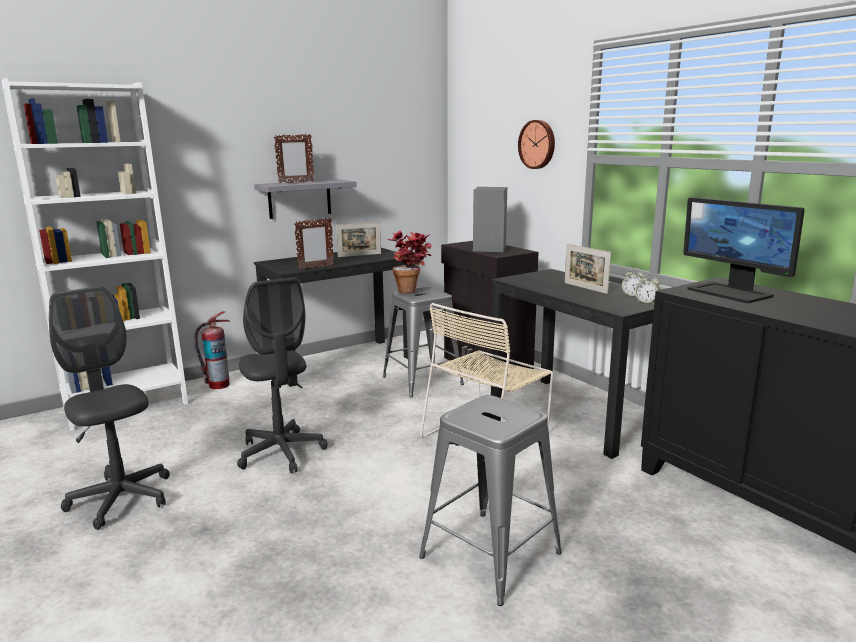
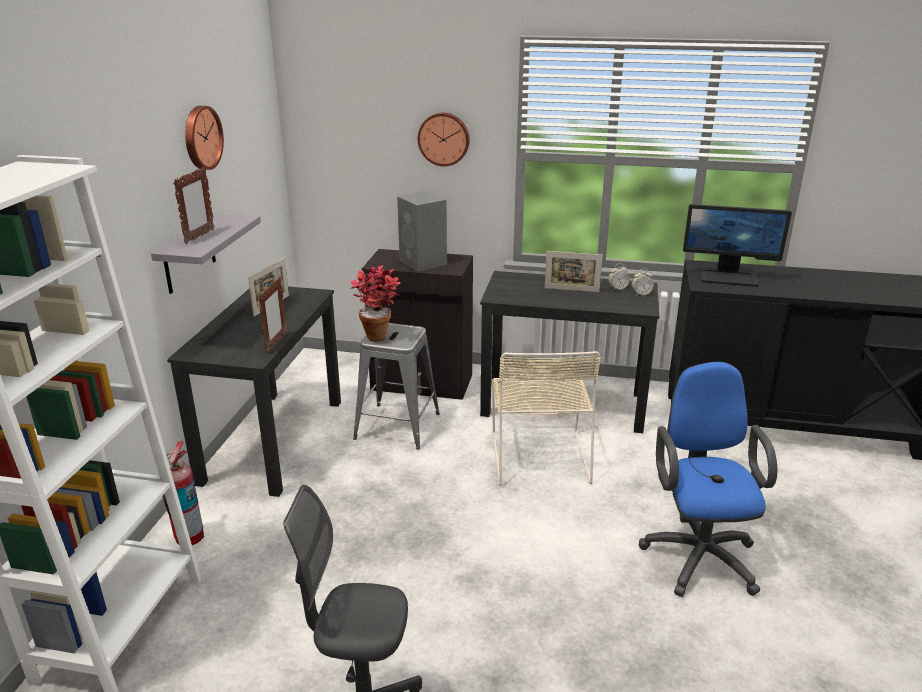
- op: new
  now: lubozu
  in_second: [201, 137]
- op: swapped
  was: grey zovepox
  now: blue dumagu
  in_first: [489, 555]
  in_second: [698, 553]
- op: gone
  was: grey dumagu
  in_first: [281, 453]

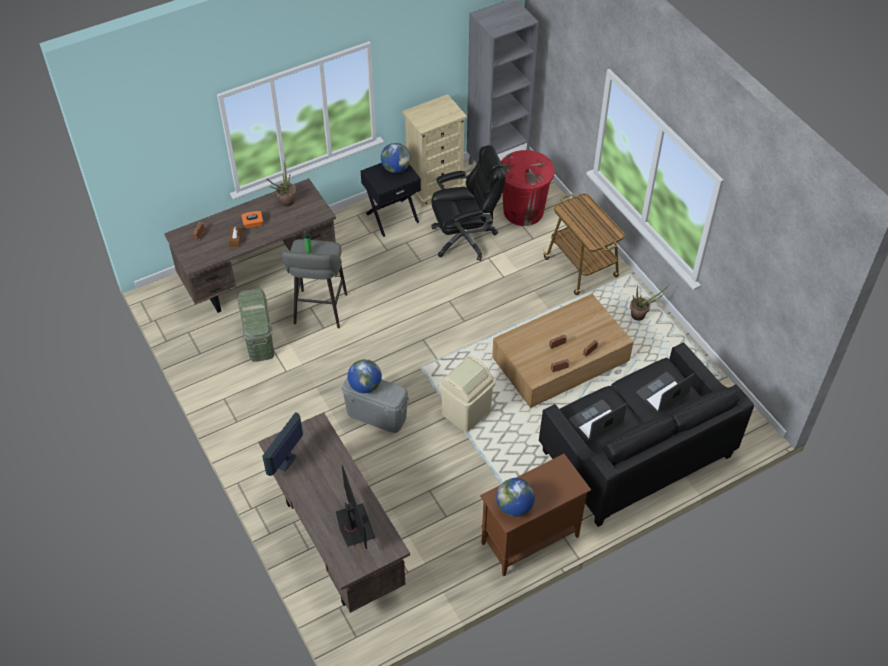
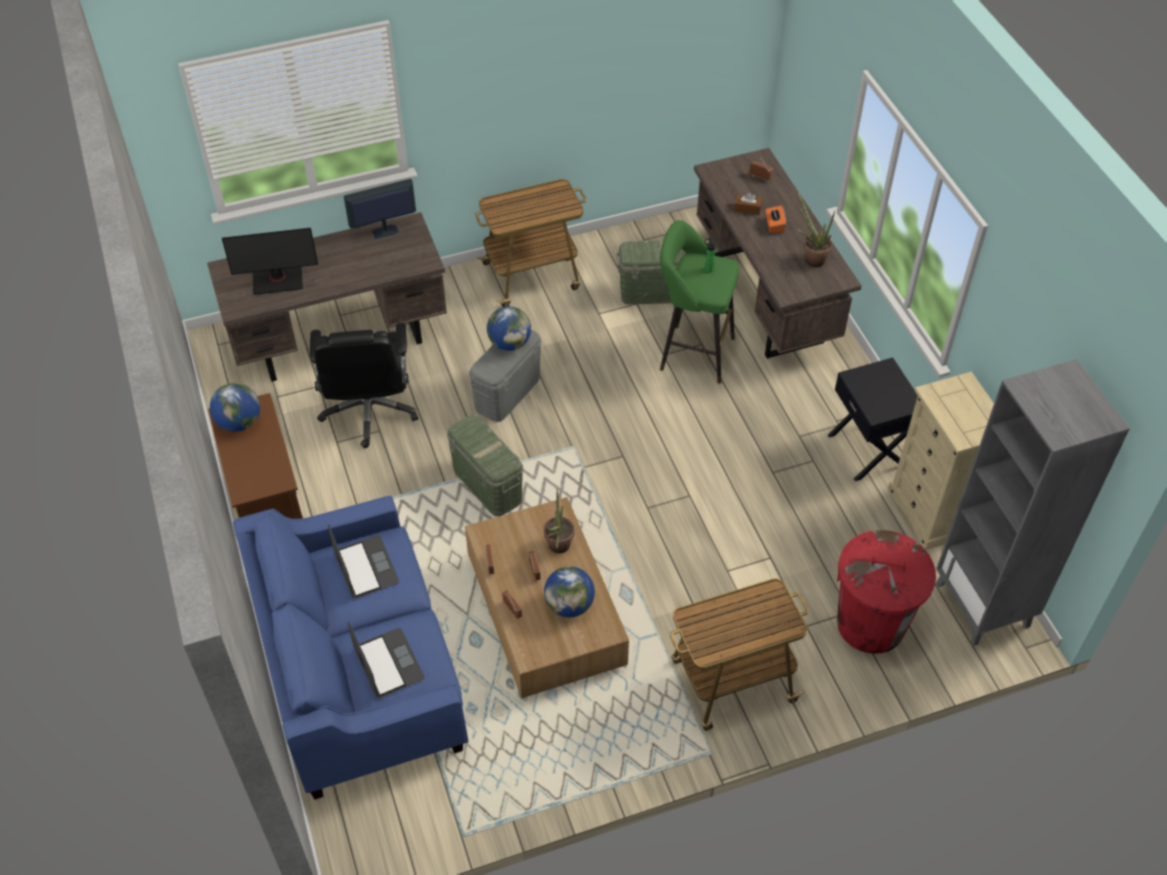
- op: repainted
  was: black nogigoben
  now: blue nogigoben
  in_first: [635, 454]
  in_second: [360, 671]
- op: shifted
  was: black dumagu
  in_first: [465, 238]
  in_second: [369, 411]
- op: rotated
  was: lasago
  in_first: [286, 461]
  in_second: [384, 232]
  clockwise: -60
- op: swapped
  was: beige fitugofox
  now: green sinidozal
  in_first: [466, 411]
  in_second: [488, 485]
- op: new
  now: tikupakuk
  in_second: [533, 275]
- op: shifted
  was: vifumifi
  in_first: [641, 316]
  in_second: [557, 548]
- op: shifted
  was: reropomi
  in_first: [396, 168]
  in_second: [569, 605]
- op: repainted
  was: grey zovepox
  now: green zovepox
  in_first: [319, 312]
  in_second: [692, 353]

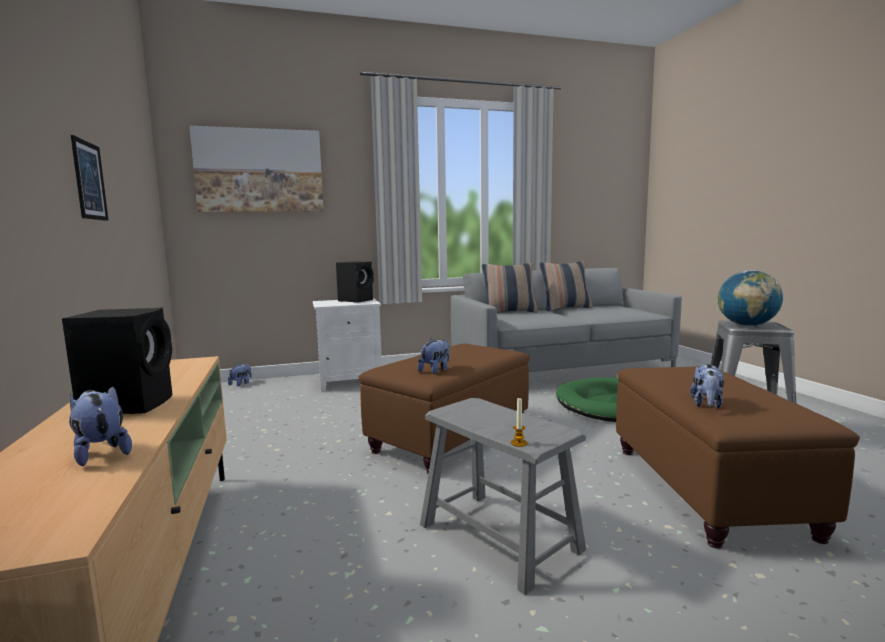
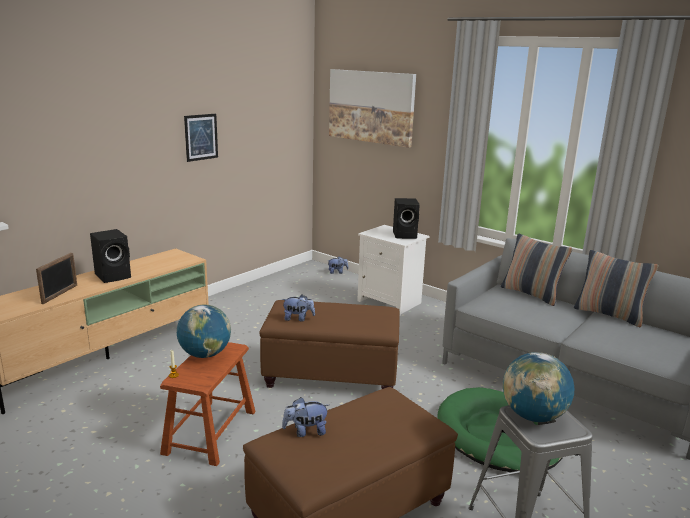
- op: swapped
  was: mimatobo
  now: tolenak
  in_first: [100, 453]
  in_second: [60, 294]
- op: repainted
  was: grey zovepox
  now: brown zovepox
  in_first: [499, 537]
  in_second: [210, 432]
- op: new
  now: reropomi
  in_second: [205, 355]

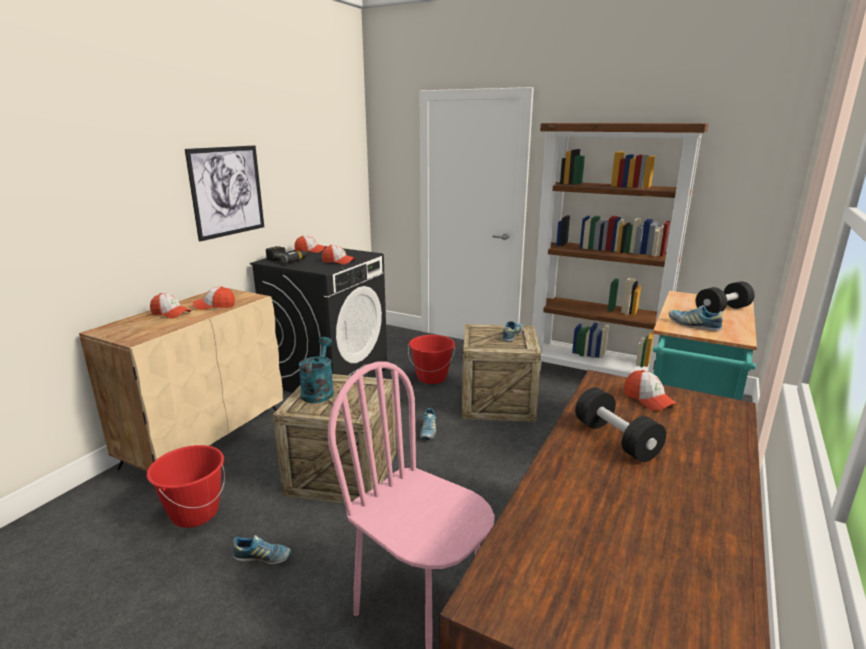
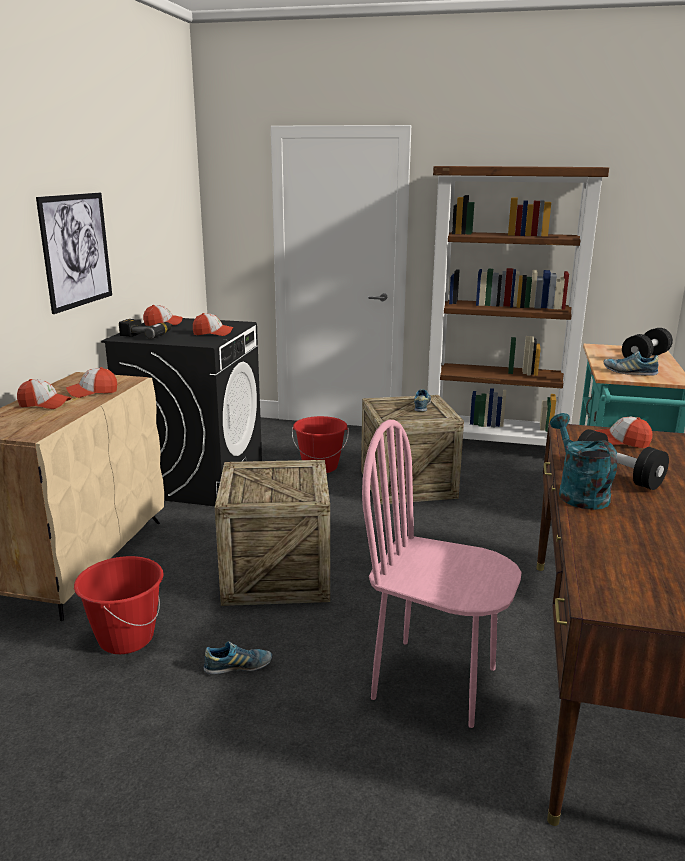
- op: shifted
  was: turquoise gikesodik
  in_first: [318, 391]
  in_second: [578, 493]
- op: rotated
  was: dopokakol
  in_first: [648, 399]
  in_second: [621, 442]
  clockwise: 150
- op: gone
  was: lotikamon
  in_first: [428, 431]

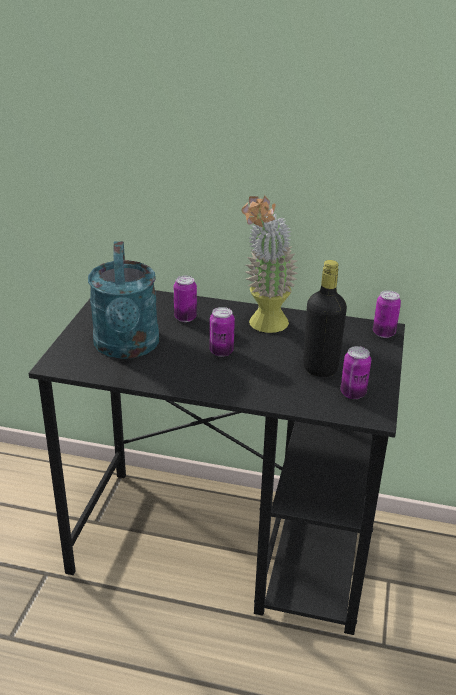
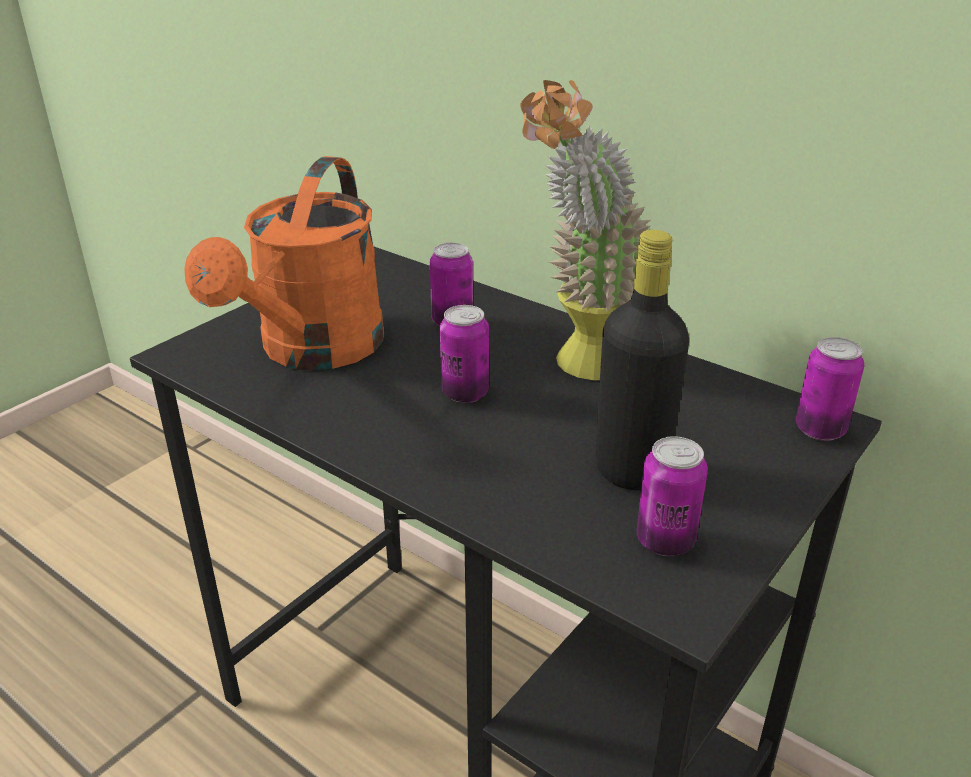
- op: repainted
  was: turquoise gikesodik
  now: orange gikesodik
  in_first: [127, 348]
  in_second: [313, 351]

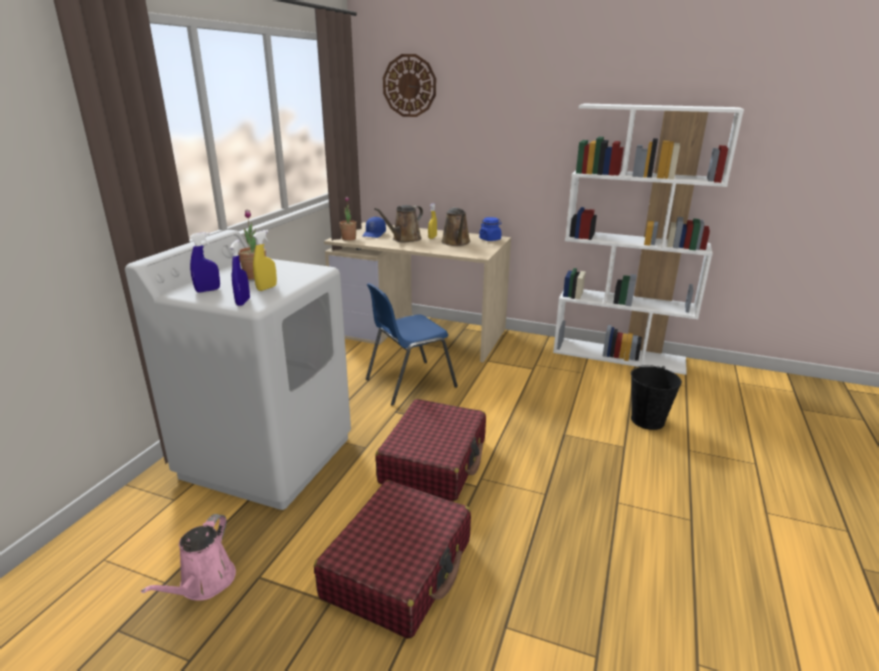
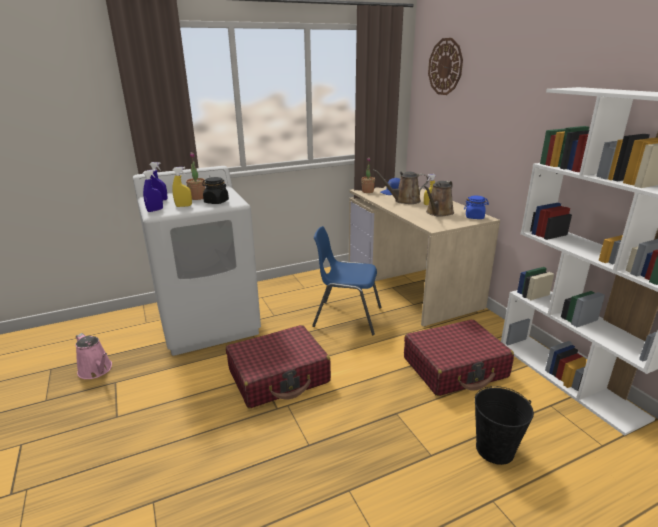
- op: rotated
  was: pink gikesodik
  in_first: [204, 584]
  in_second: [97, 370]
  clockwise: -105
- op: new
  now: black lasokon
  in_second: [216, 202]
- op: shifted
  was: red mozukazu
  in_first: [399, 569]
  in_second: [455, 368]

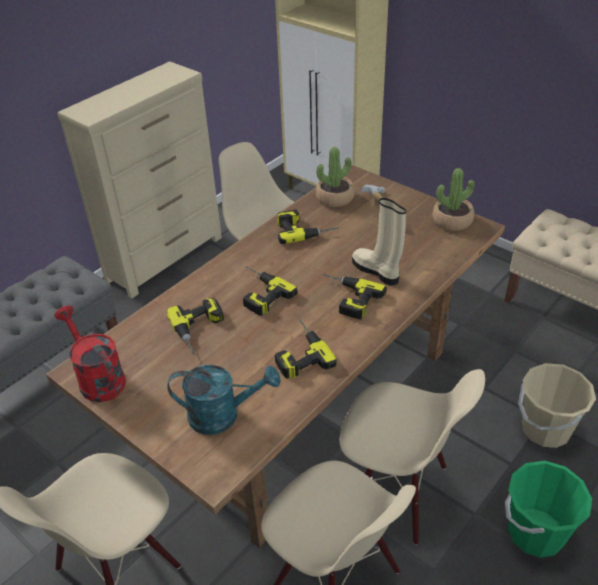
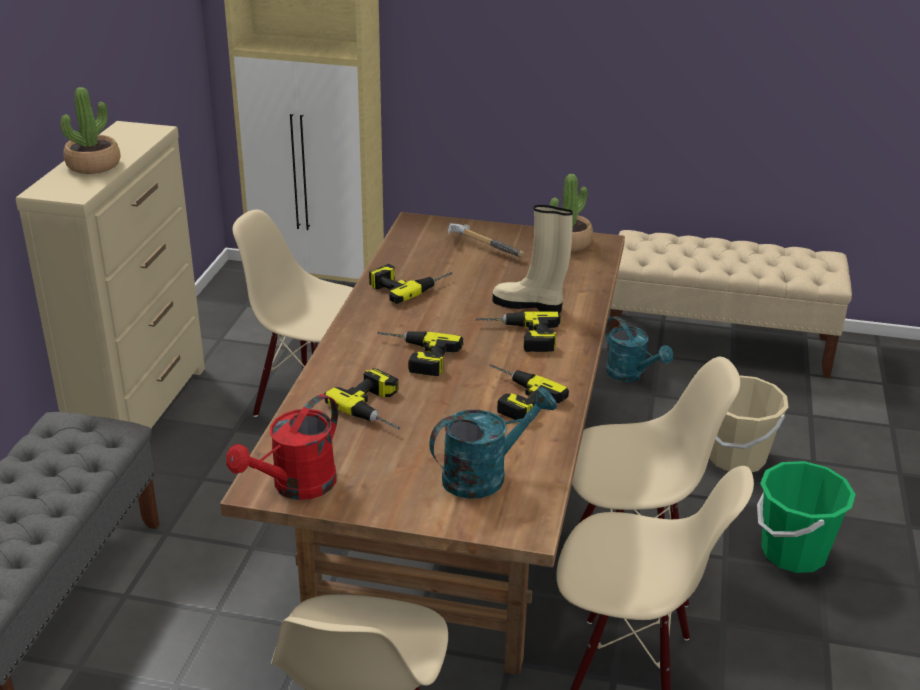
- op: shifted
  was: vifumifi
  in_first: [335, 198]
  in_second: [93, 165]
- op: rotated
  was: red gikesodik
  in_first: [97, 378]
  in_second: [296, 487]
  clockwise: -75
- op: new
  now: turquoise gikesodik
  in_second: [631, 375]

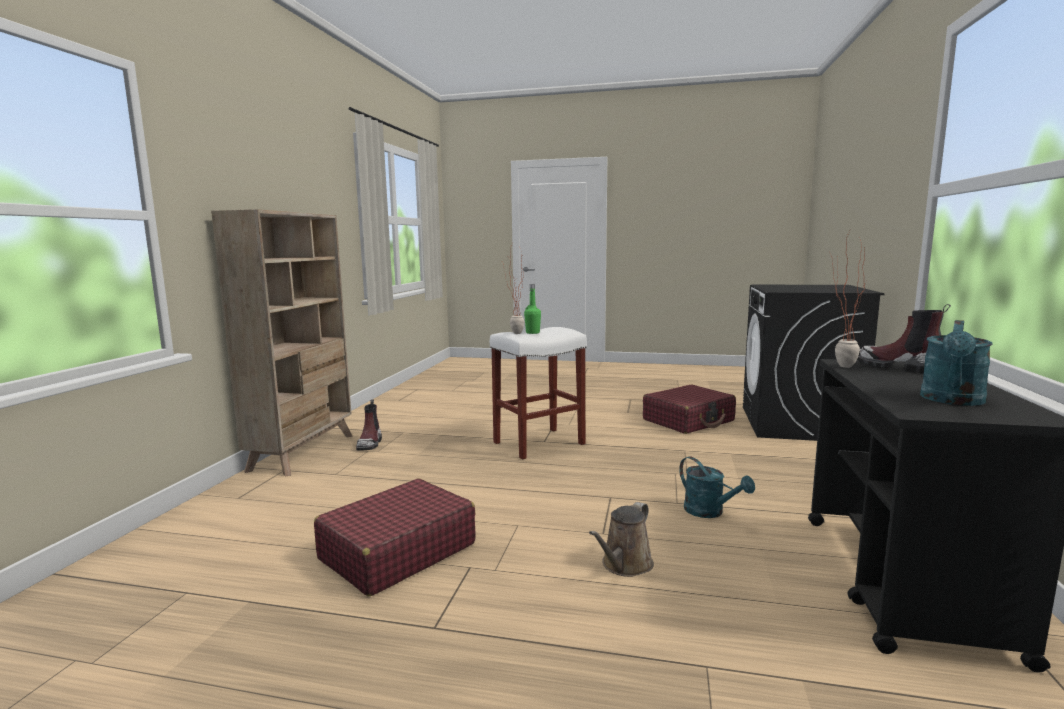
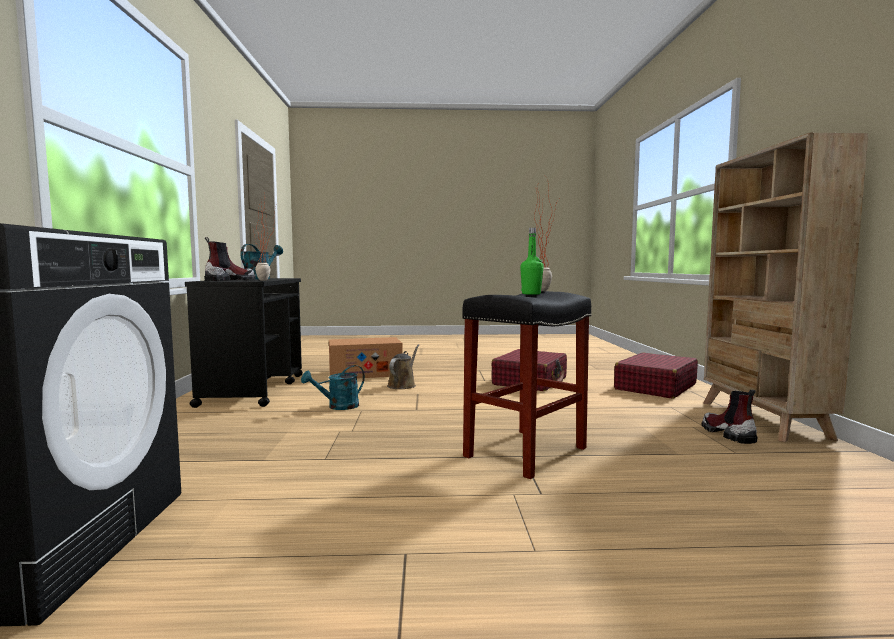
- op: rotated
  was: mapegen
  in_first: [899, 368]
  in_second: [229, 280]
  clockwise: -75
- op: rotated
  was: turquoise gikesodik
  in_first: [709, 512]
  in_second: [338, 407]
  clockwise: -75
- op: new
  now: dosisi
  in_second: [365, 373]
- op: repainted
  was: white zovepox
  now: black zovepox
  in_first: [539, 443]
  in_second: [525, 453]
- op: shifted
  was: red mozukazu
  in_first: [688, 420]
  in_second: [655, 387]

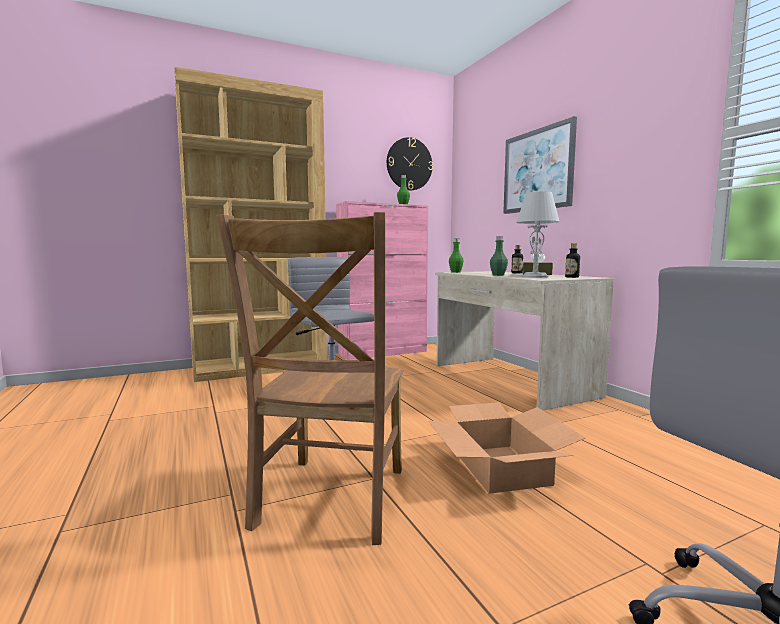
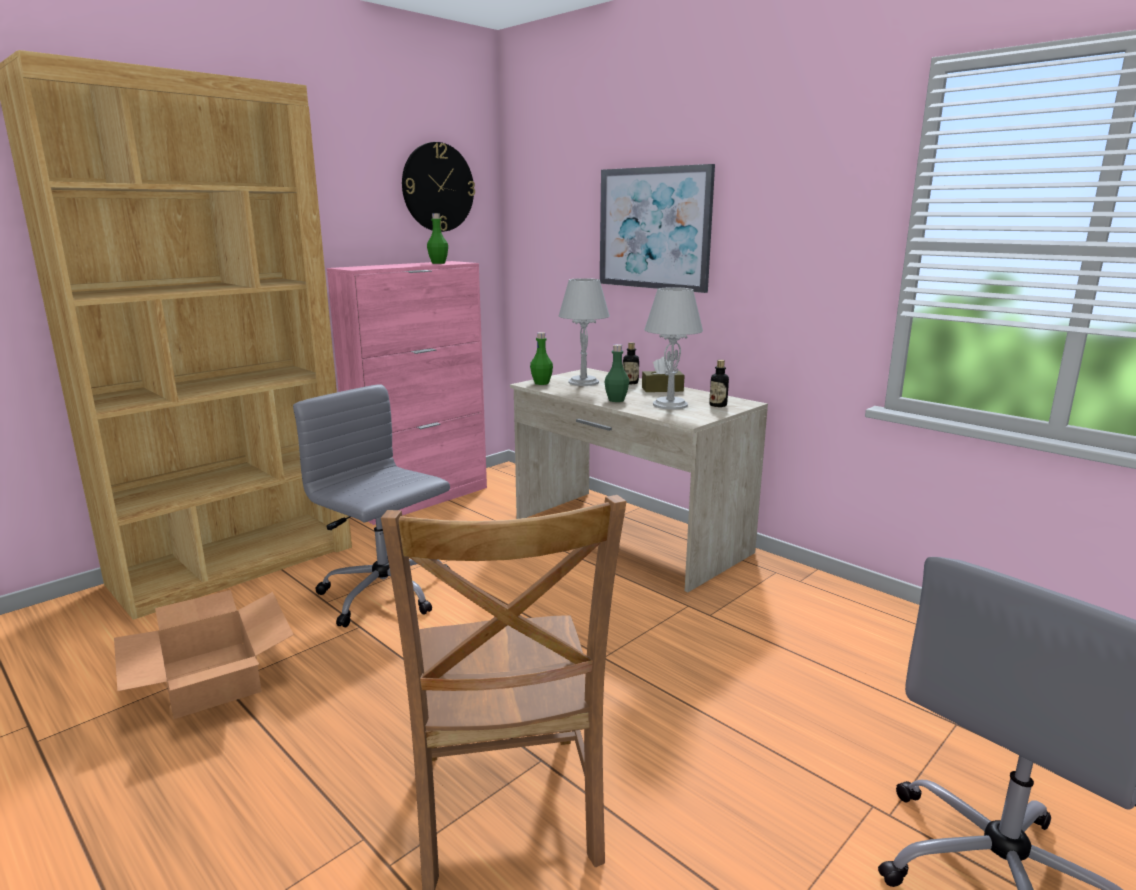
- op: shifted
  was: dosisi
  in_first: [500, 468]
  in_second: [211, 678]
- op: new
  now: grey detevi
  in_second: [584, 382]

